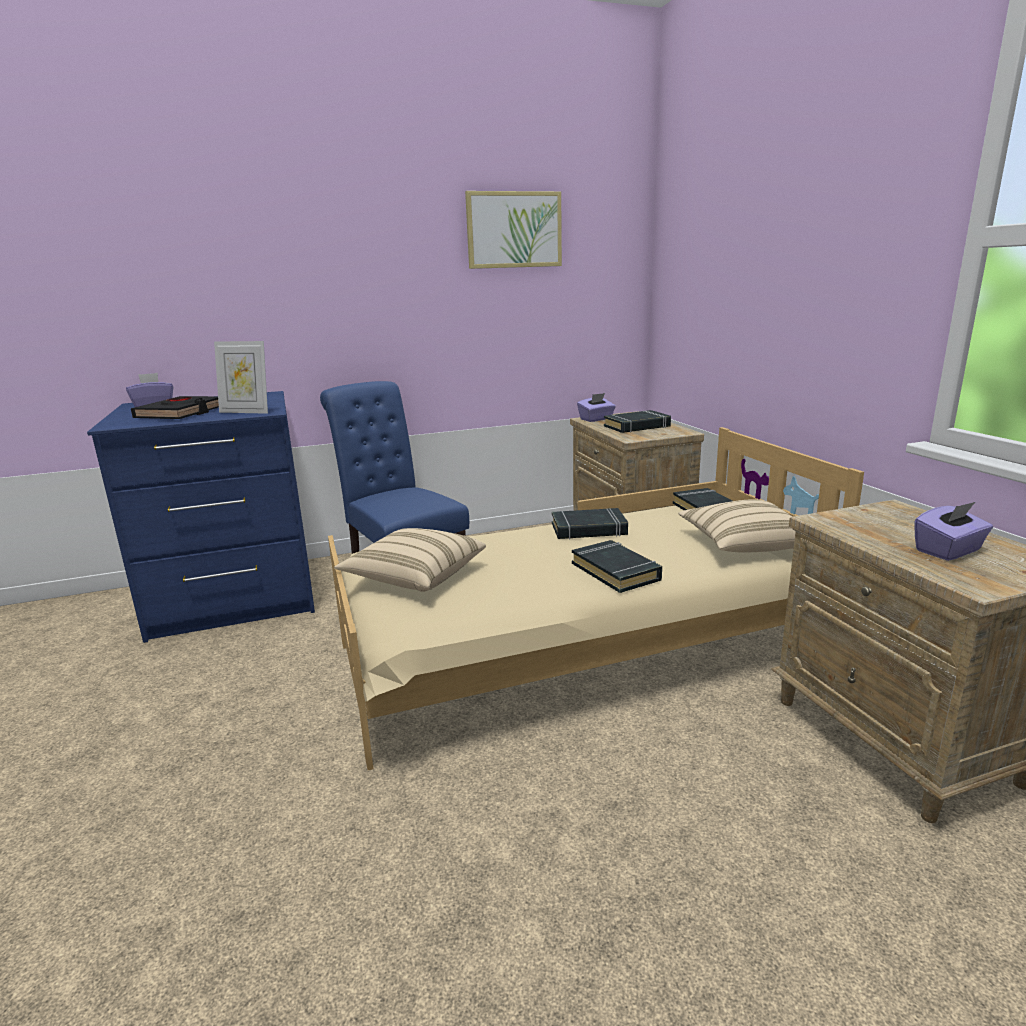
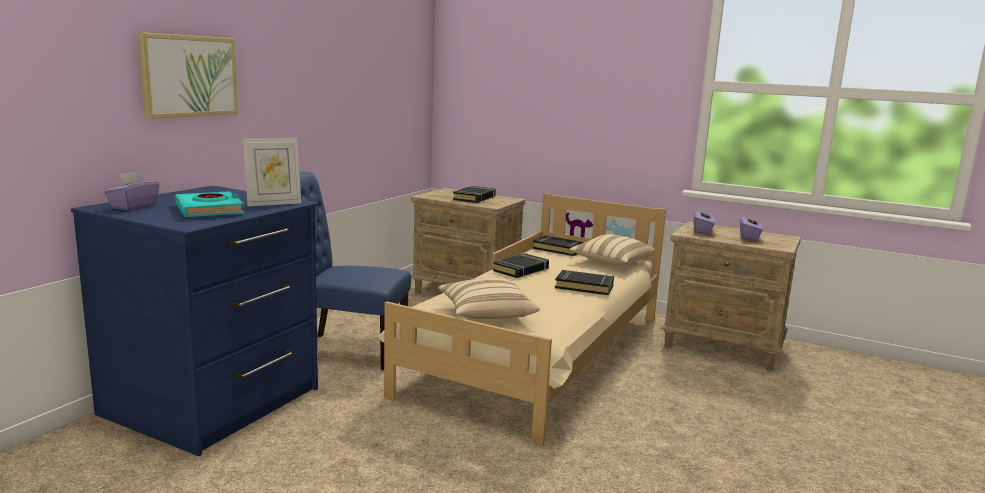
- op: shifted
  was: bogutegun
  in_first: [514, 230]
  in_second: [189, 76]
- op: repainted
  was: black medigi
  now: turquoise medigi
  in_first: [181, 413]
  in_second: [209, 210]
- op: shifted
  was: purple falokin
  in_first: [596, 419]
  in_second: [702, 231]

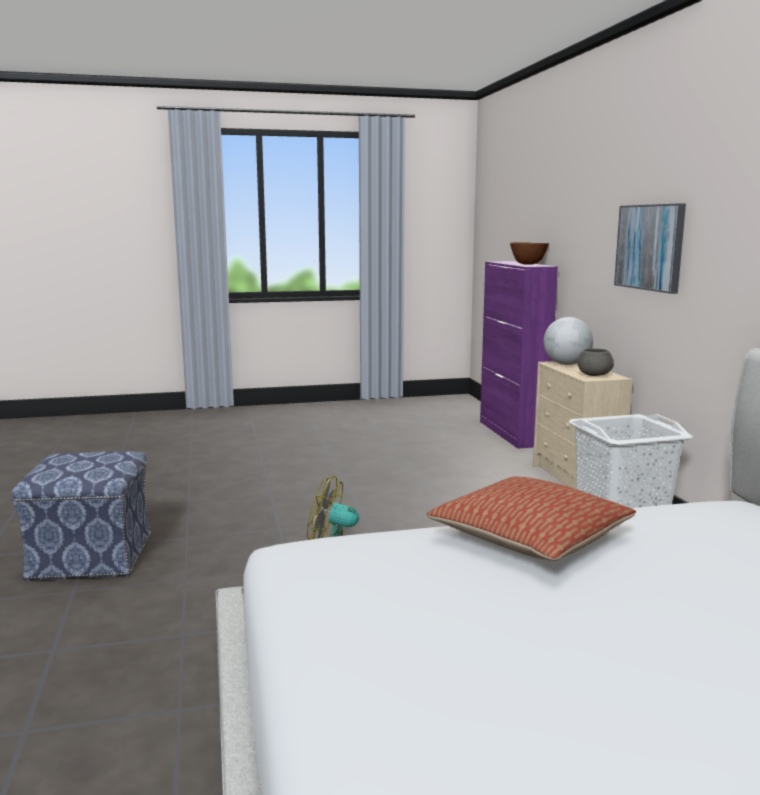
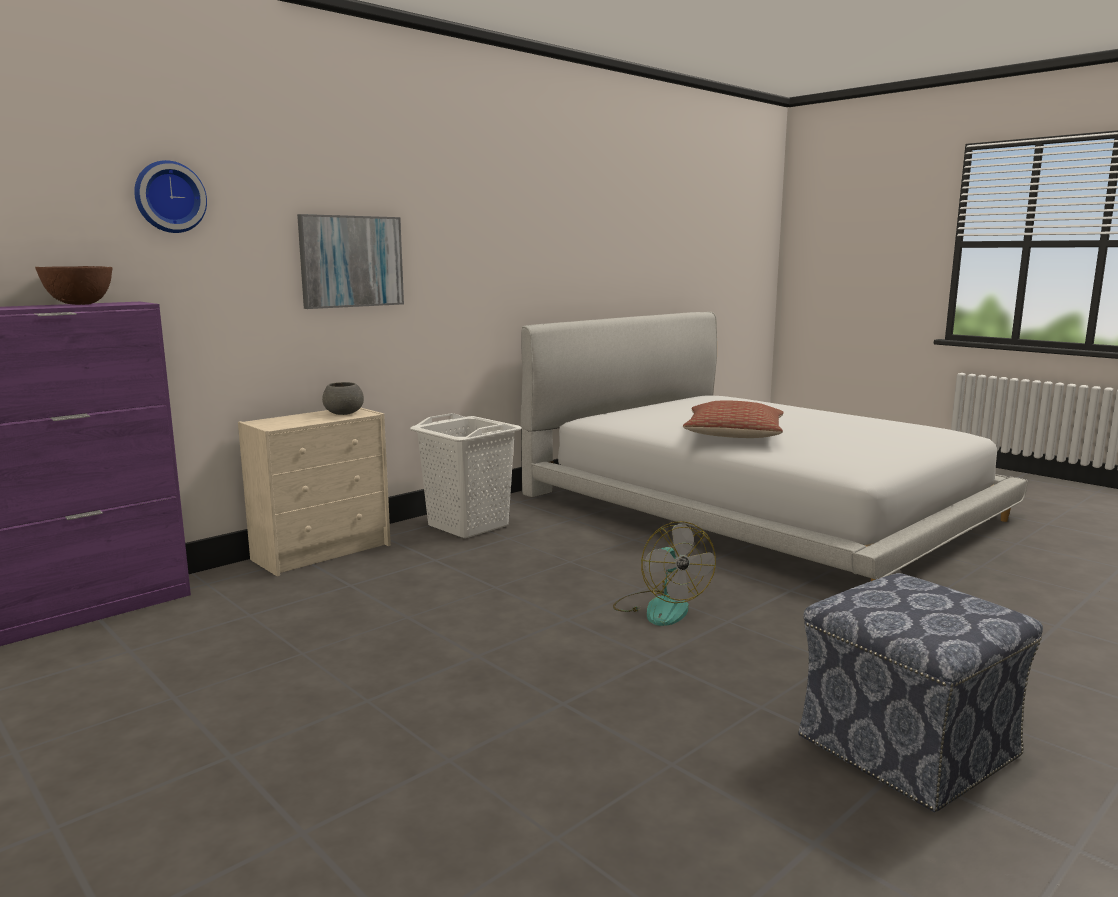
- op: new
  now: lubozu
  in_second: [169, 197]
- op: gone
  was: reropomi
  in_first: [566, 364]

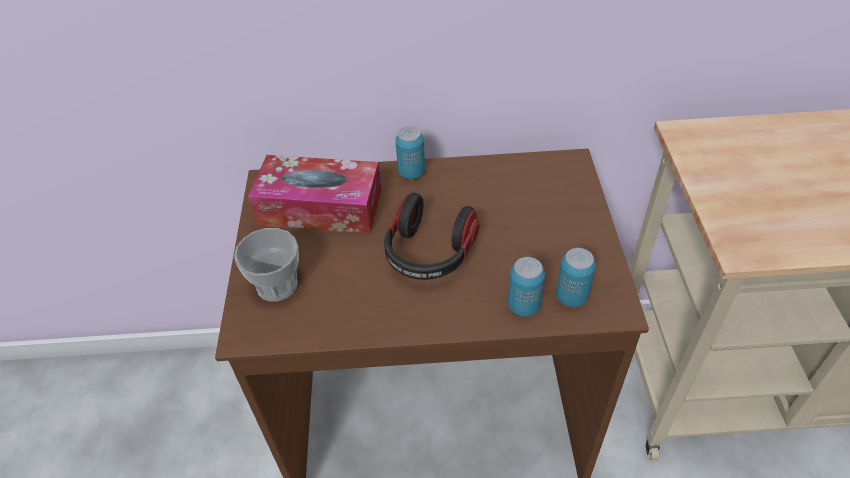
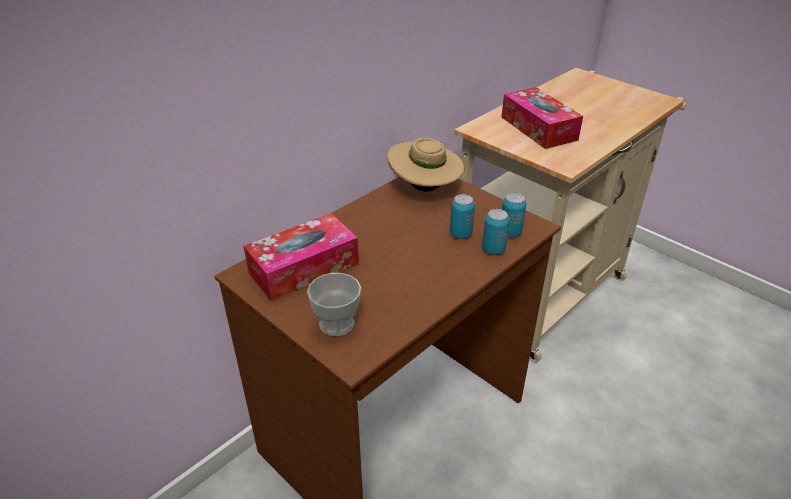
- op: new
  now: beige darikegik
  in_second: [425, 188]
- op: shifted
  was: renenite
  in_first: [411, 172]
  in_second: [460, 234]
- op: new
  now: falokin
  in_second: [538, 128]
- op: gone
  was: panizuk
  in_first: [429, 254]

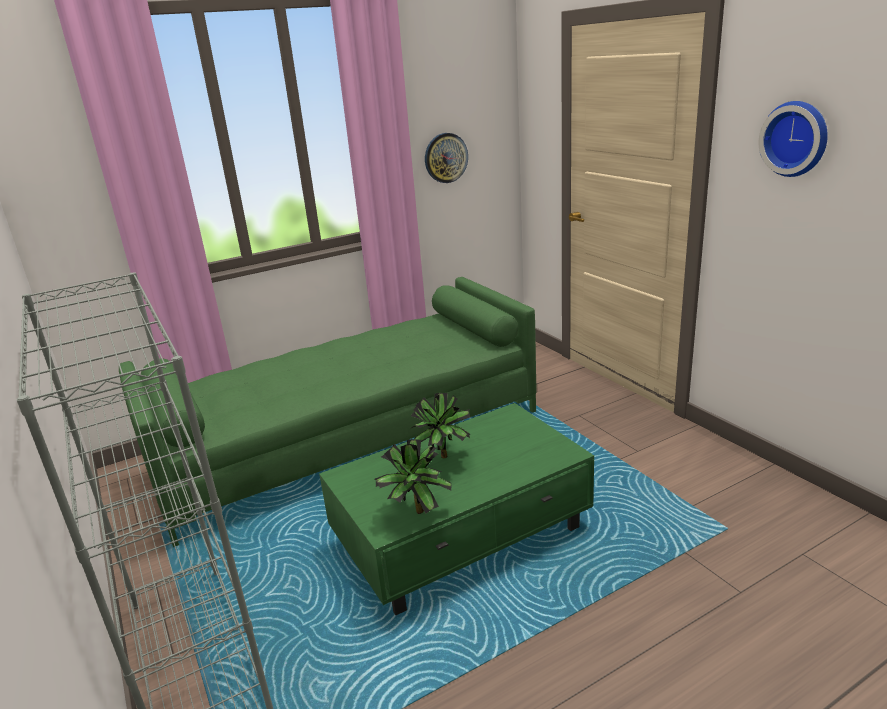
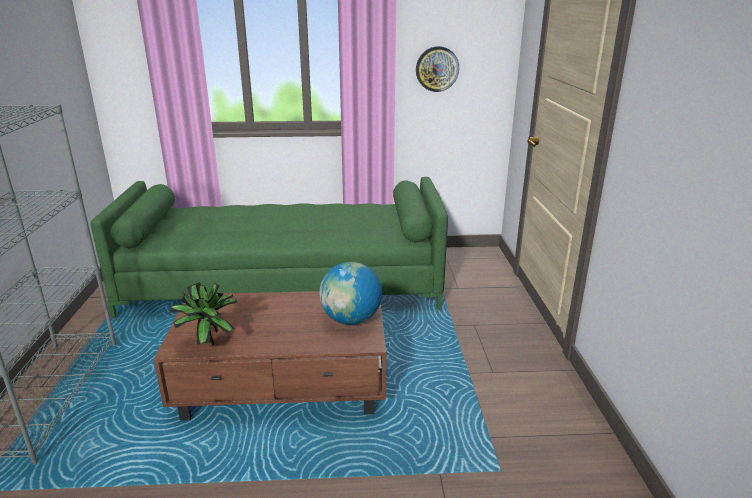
- op: repainted
  was: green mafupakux
  now: brown mafupakux
  in_first: [463, 535]
  in_second: [285, 383]
- op: new
  now: reropomi
  in_second: [351, 320]
- op: gone
  was: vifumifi
  in_first: [443, 459]
- op: gone
  was: lubozu
  in_first: [796, 138]

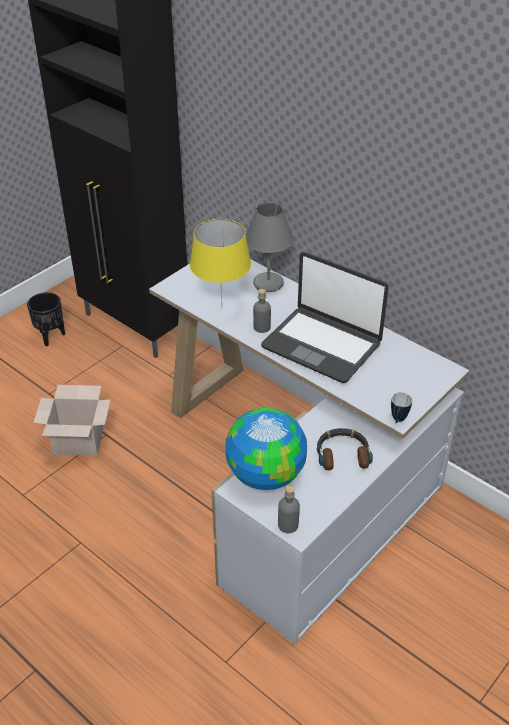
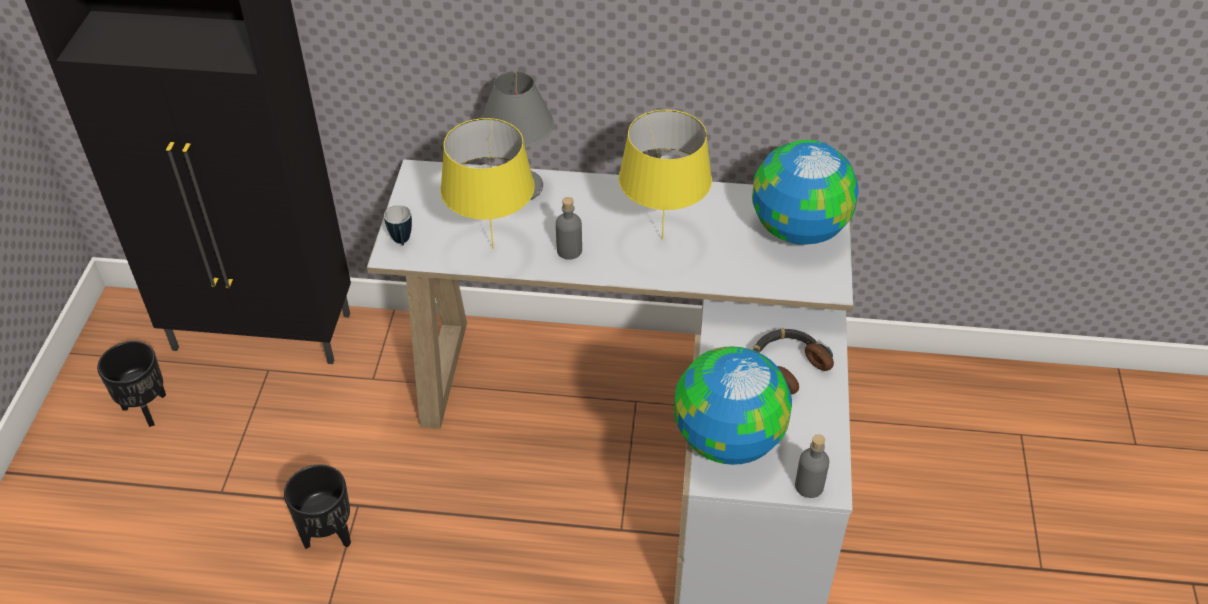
- op: swapped
  was: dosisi
  now: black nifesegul
  in_first: [80, 441]
  in_second: [328, 534]
- op: shifted
  was: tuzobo
  in_first: [398, 420]
  in_second: [402, 242]
- op: swapped
  was: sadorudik
  now: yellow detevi
  in_first: [322, 345]
  in_second: [663, 239]
- op: new
  now: reropomi
  in_second: [797, 230]

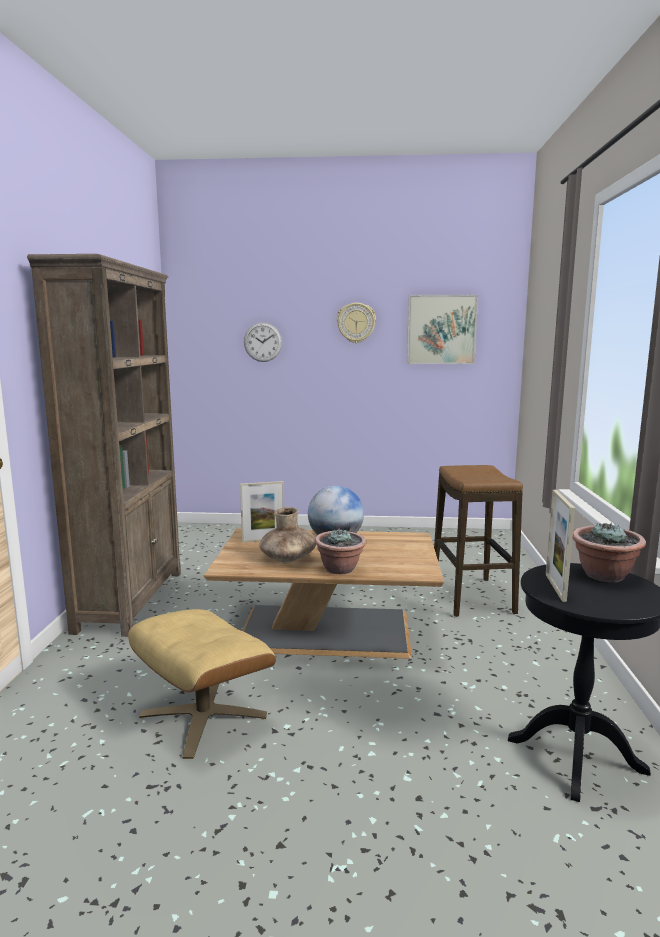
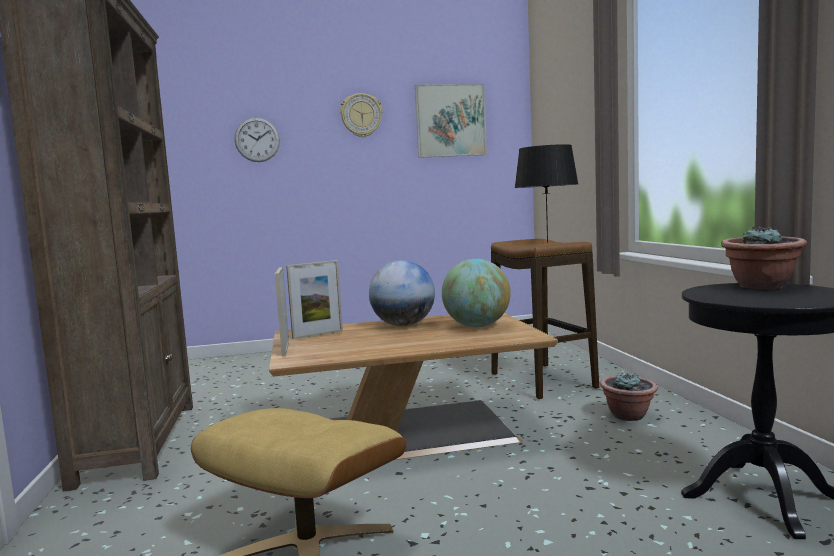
- op: shifted
  was: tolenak
  in_first: [555, 587]
  in_second: [285, 349]
- op: new
  now: reropomi
  in_second: [477, 326]
- op: new
  now: black detevi
  in_second: [547, 242]
- op: shifted
  was: vifumifi
  in_first: [340, 569]
  in_second: [628, 416]
- op: gone
  was: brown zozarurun
  in_first: [288, 558]

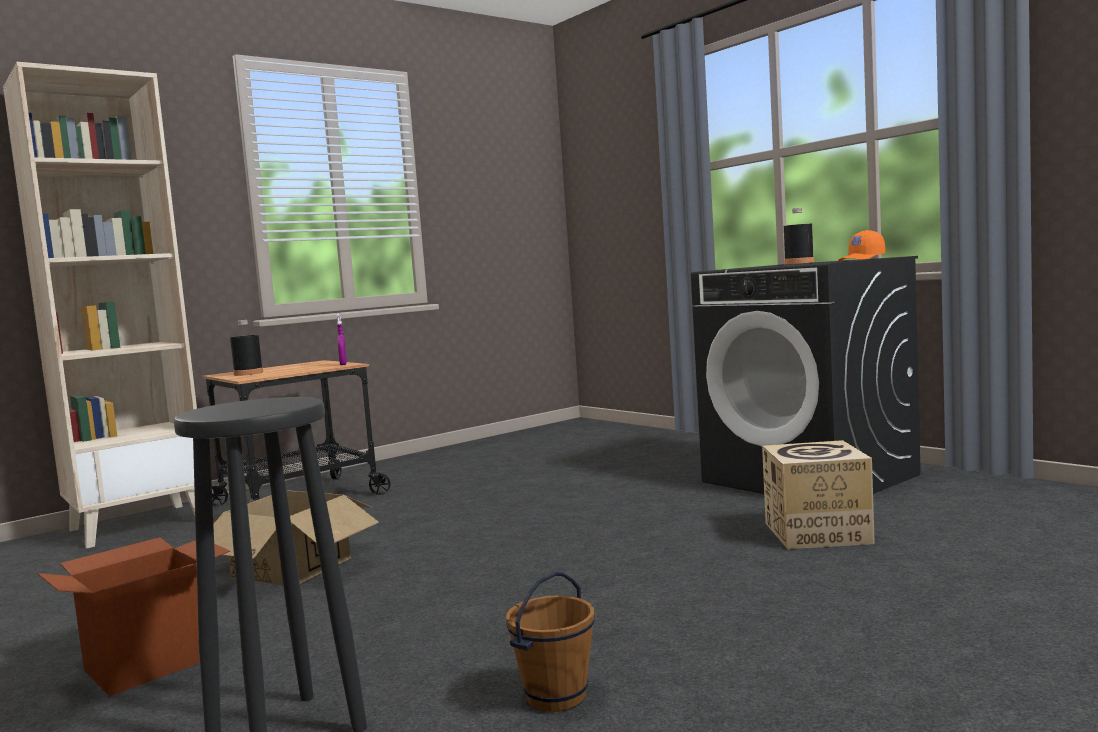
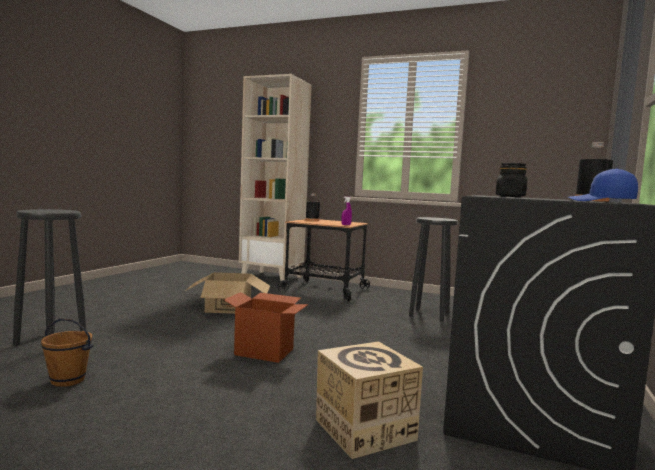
- op: shifted
  was: dosisi
  in_first: [150, 664]
  in_second: [264, 352]
- op: new
  now: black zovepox
  in_second: [429, 314]
- op: new
  now: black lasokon
  in_second: [510, 196]
- op: repainted
  was: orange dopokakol
  now: blue dopokakol
  in_first: [862, 259]
  in_second: [601, 202]

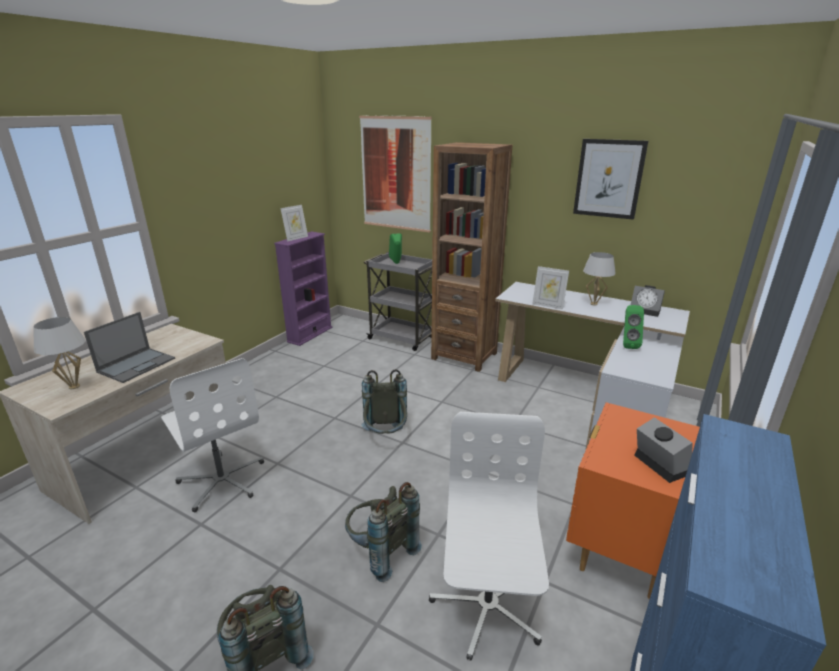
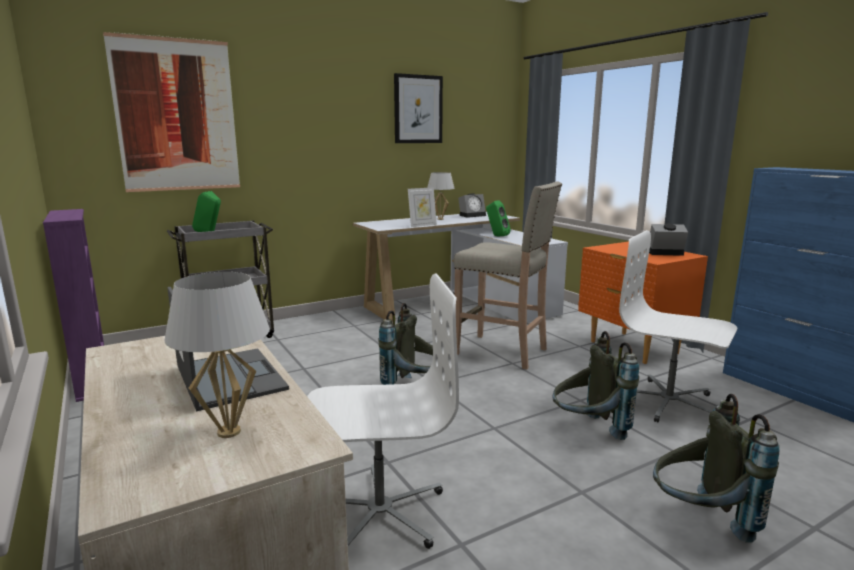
- op: new
  now: beige zovepox
  in_second: [502, 352]
- op: gone
  was: tolenak
  in_first: [296, 238]
- op: gone
  was: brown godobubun
  in_first: [464, 356]

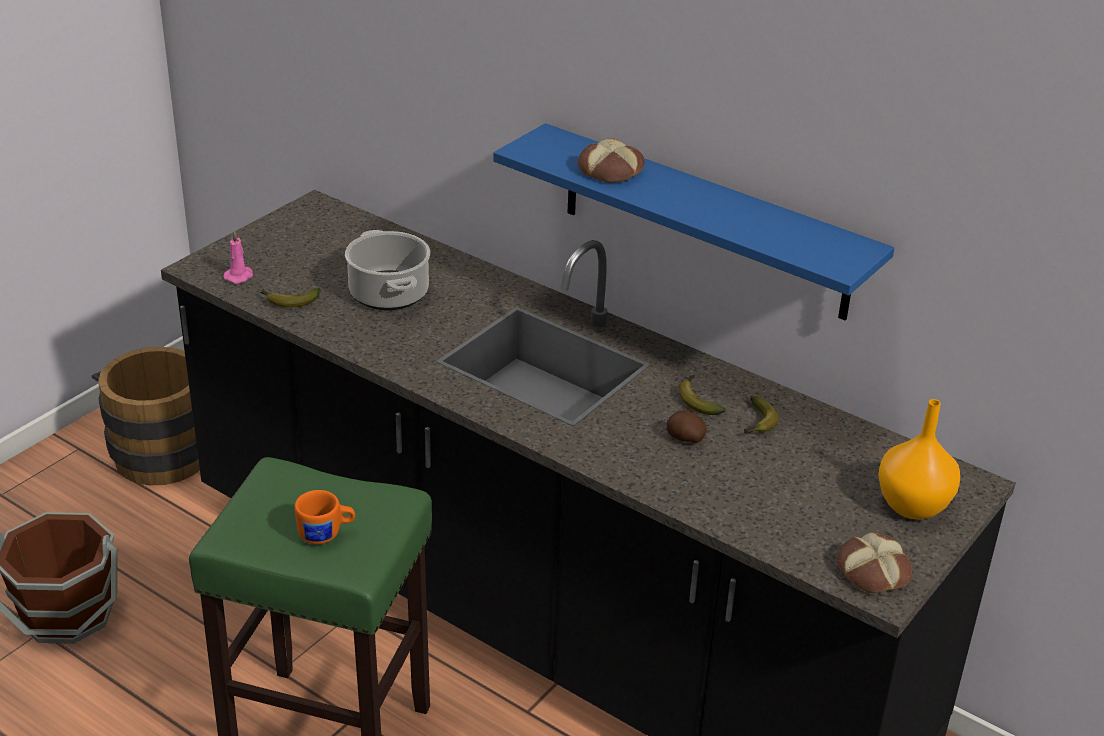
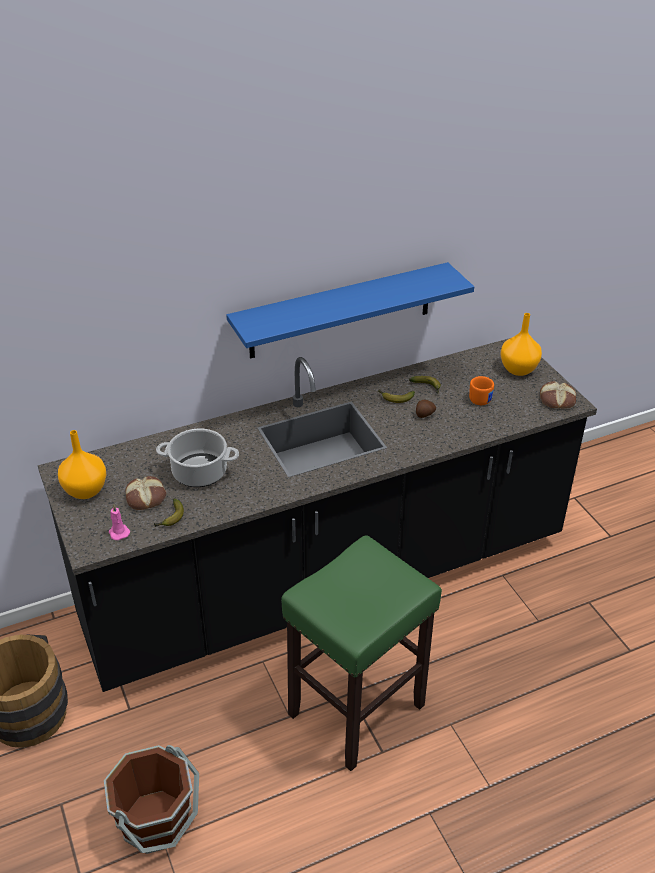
- op: new
  now: orange zozarurun
  in_second: [85, 490]
- op: shifted
  was: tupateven
  in_first: [611, 171]
  in_second: [146, 497]
- op: shifted
  was: orange tuzobo
  in_first: [326, 534]
  in_second: [481, 398]

